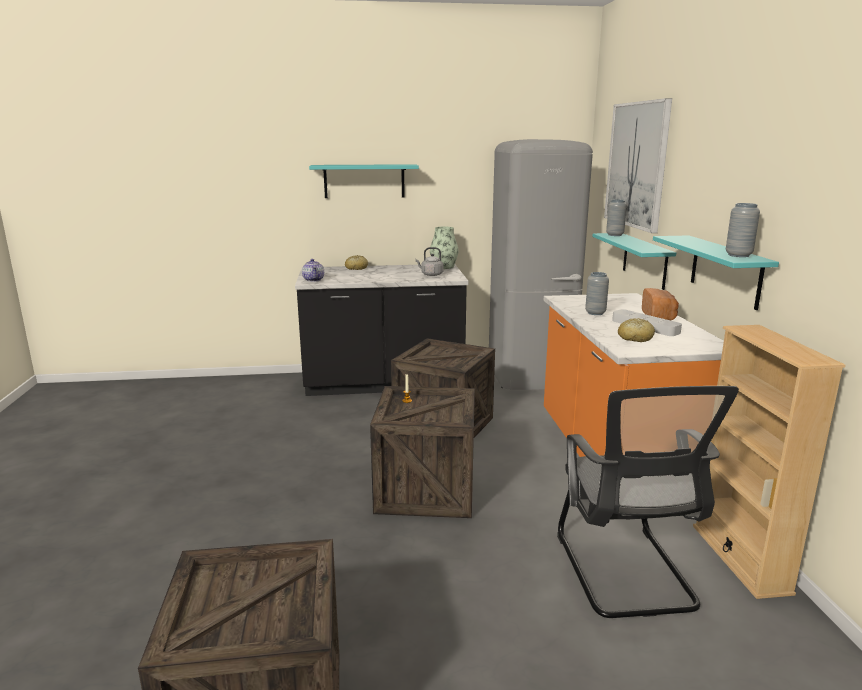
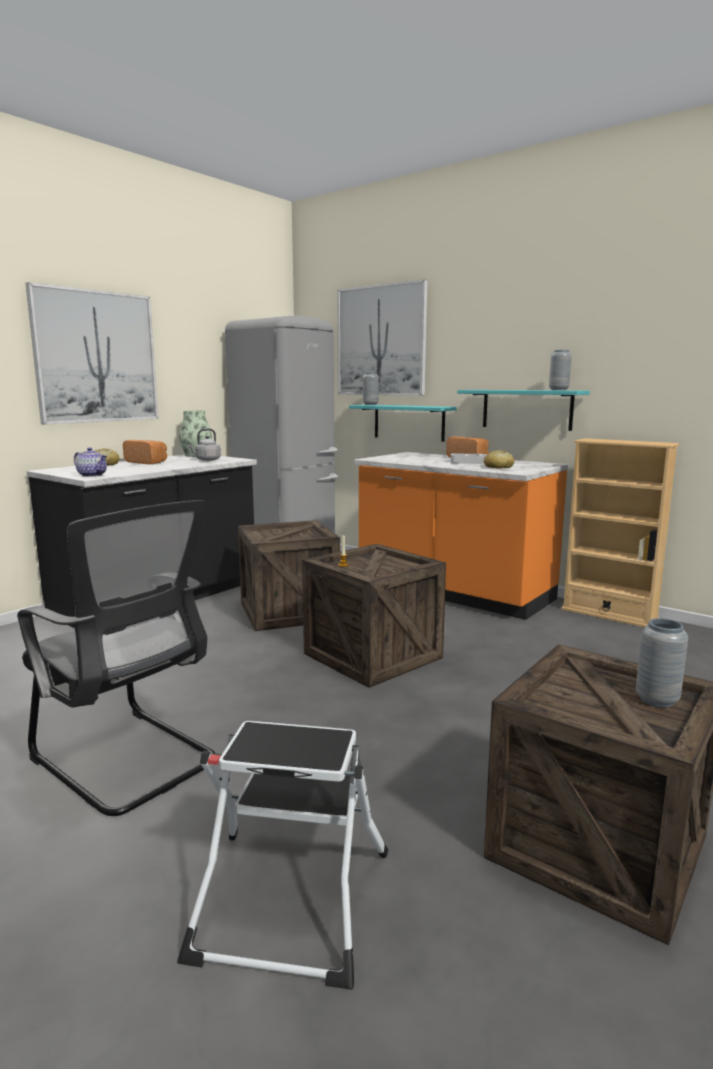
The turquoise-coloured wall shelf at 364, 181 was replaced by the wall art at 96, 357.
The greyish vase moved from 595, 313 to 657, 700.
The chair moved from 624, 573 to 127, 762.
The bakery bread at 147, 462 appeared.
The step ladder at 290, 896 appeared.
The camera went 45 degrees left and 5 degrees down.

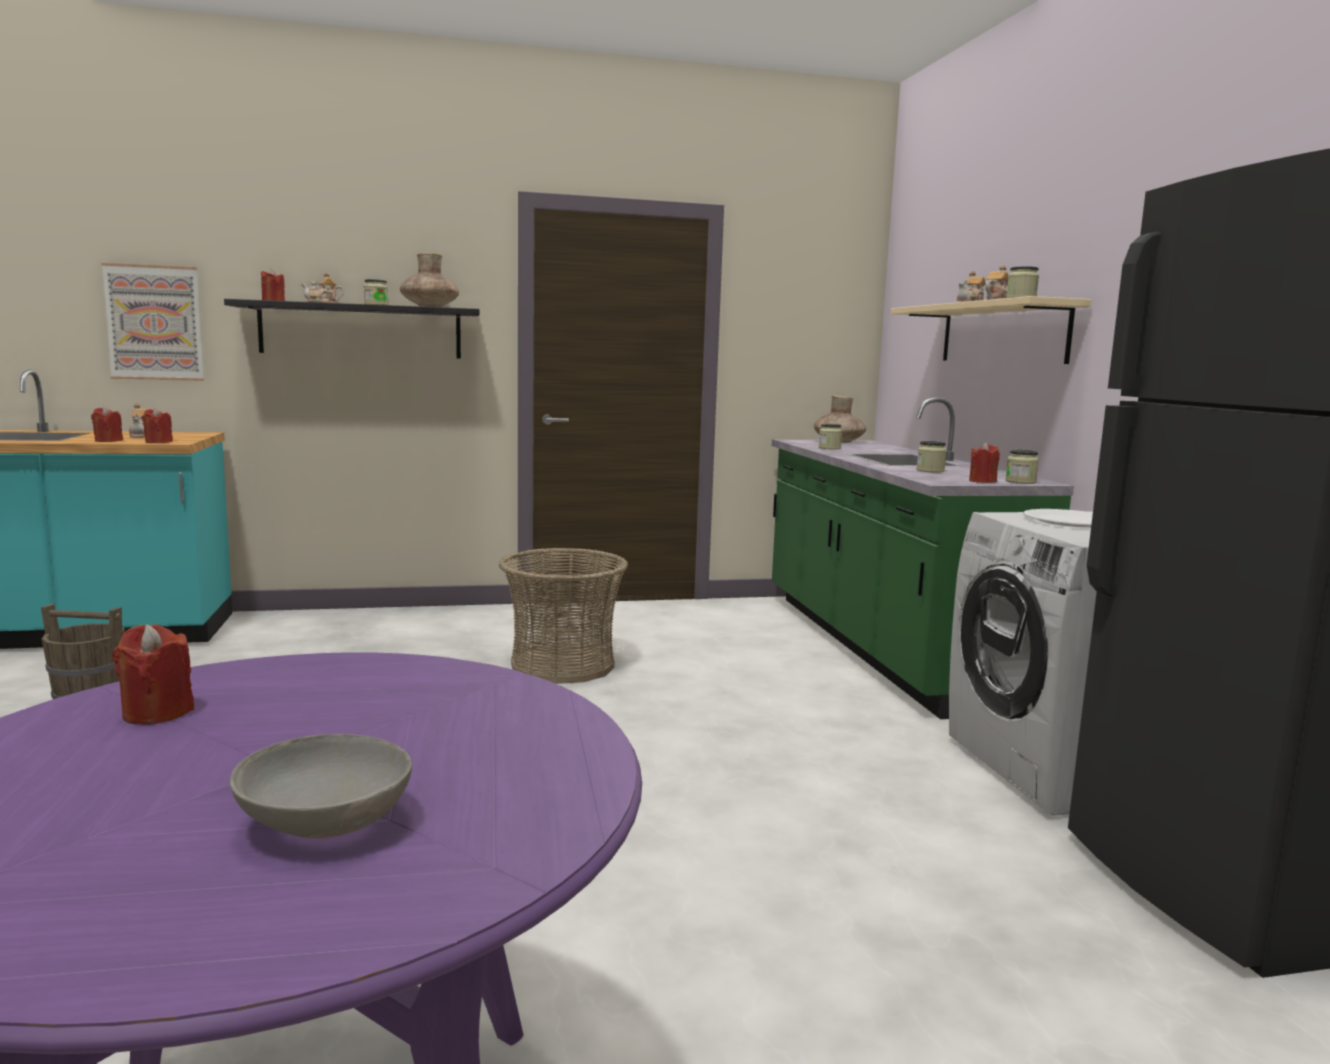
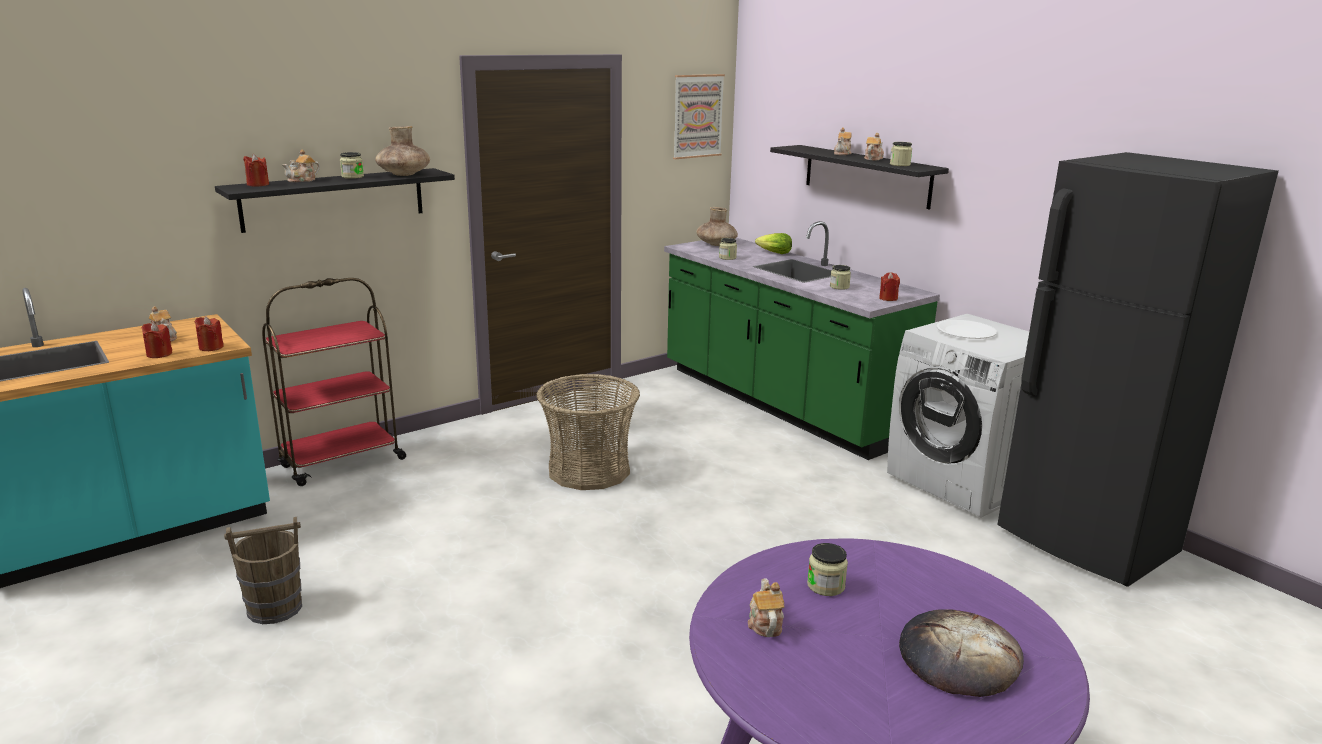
The wall art moved from 154, 323 to 697, 116.
The sand-coloured wall shelf at 1002, 333 became the black-coloured wall shelf at 866, 176.
The preserve jar moved from 1020, 482 to 826, 586.
The reddish candle at 157, 712 was replaced by the pot for tea at 765, 623.
The greyish serving bowl at 327, 822 was replaced by the bakery bread at 958, 658.
The lettuce at 774, 253 appeared.
The reddish cart at 341, 463 appeared.
The camera went 25 degrees left and 10 degrees up.

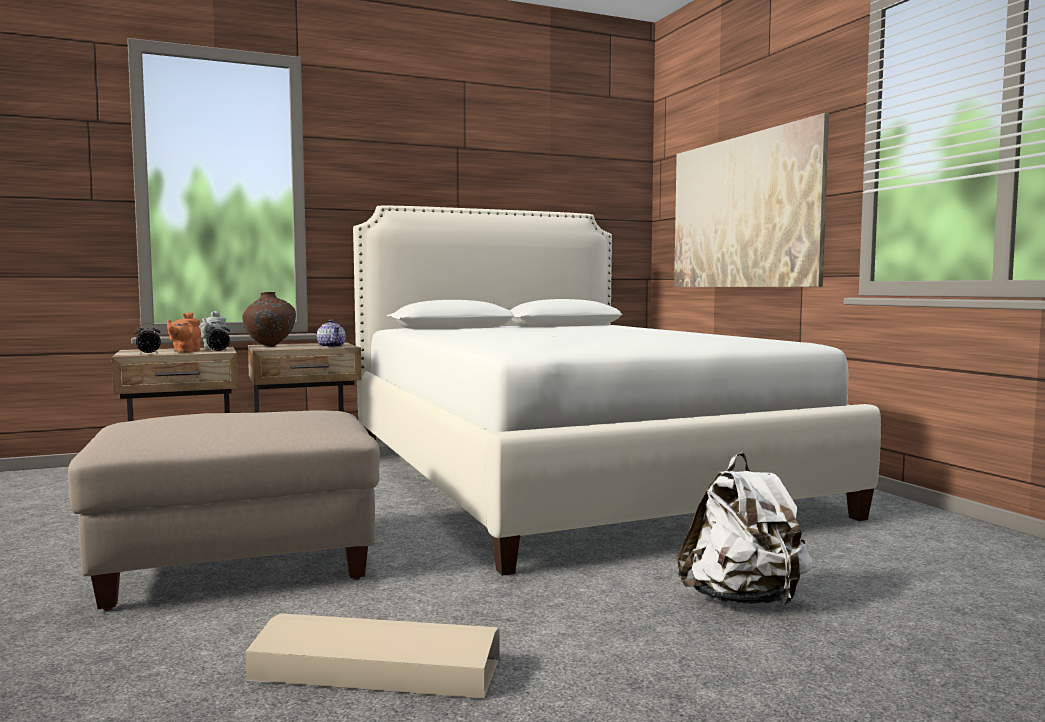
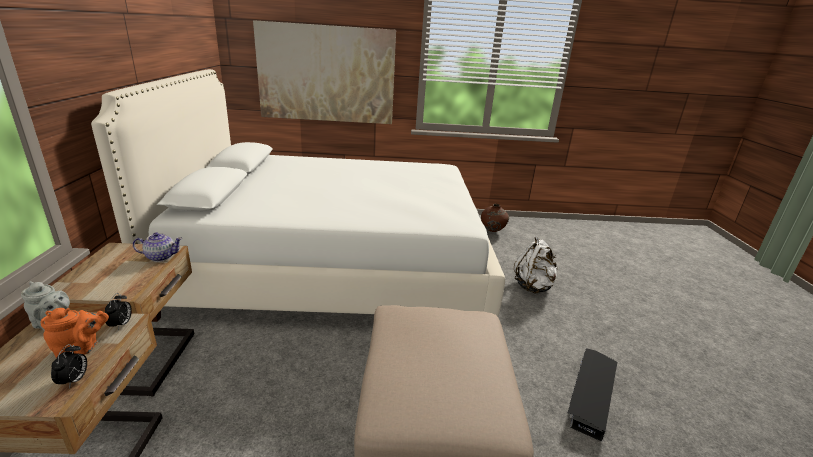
The brown vase moved from 270, 346 to 492, 231.
The orangey pot for tea at 185, 352 turned 60 degrees counterclockwise.
The sand-coloured storage container at 375, 670 became the black-coloured storage container at 590, 396.
The camera went 70 degrees left and 20 degrees up.

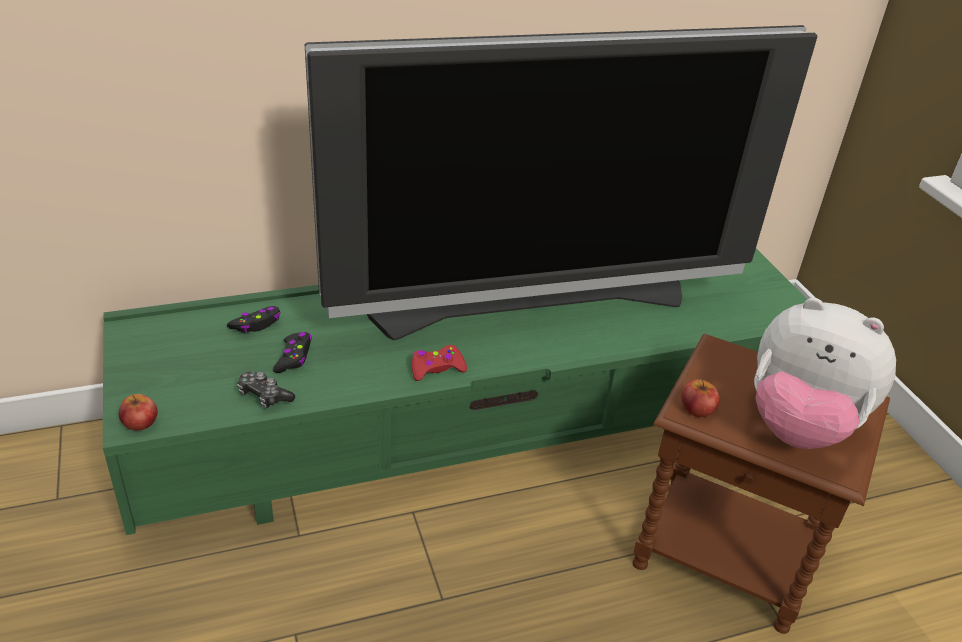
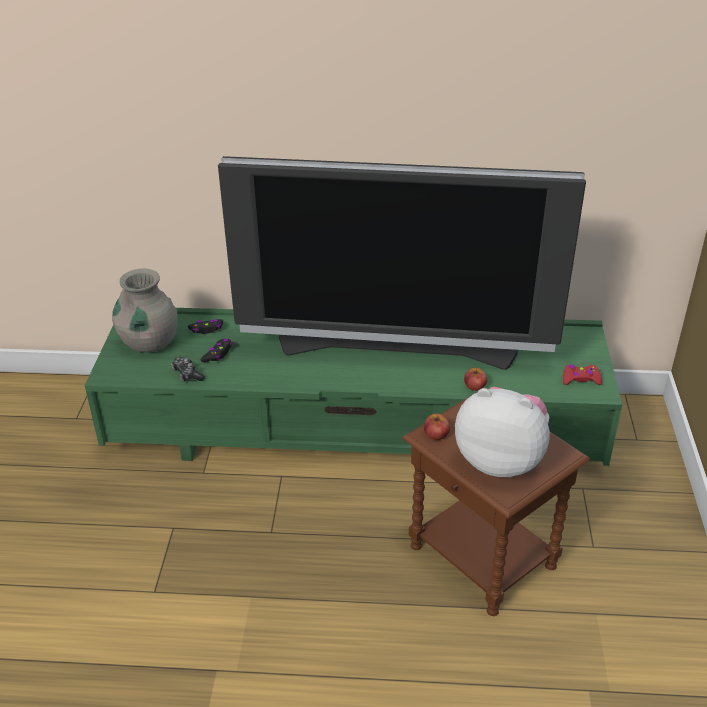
The cuddly toy at 800, 425 turned 150 degrees clockwise.
The reddish game controller moved from 436, 368 to 580, 379.
The apple moved from 140, 421 to 475, 385.
The greyish vase at 150, 343 appeared.
The camera went 25 degrees right and 0 degrees up.

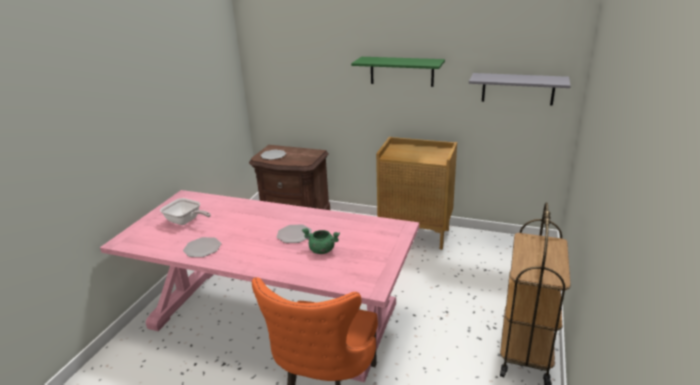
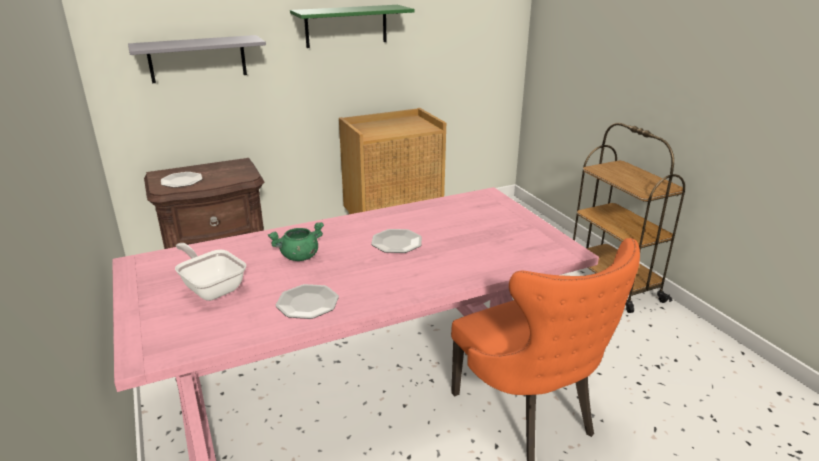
The greyish wall shelf moved from 518, 89 to 197, 59.
The frying pan at 186, 221 turned 120 degrees counterclockwise.
The greenish stockpot moved from 321, 250 to 299, 257.
The camera went 45 degrees left and 0 degrees up.

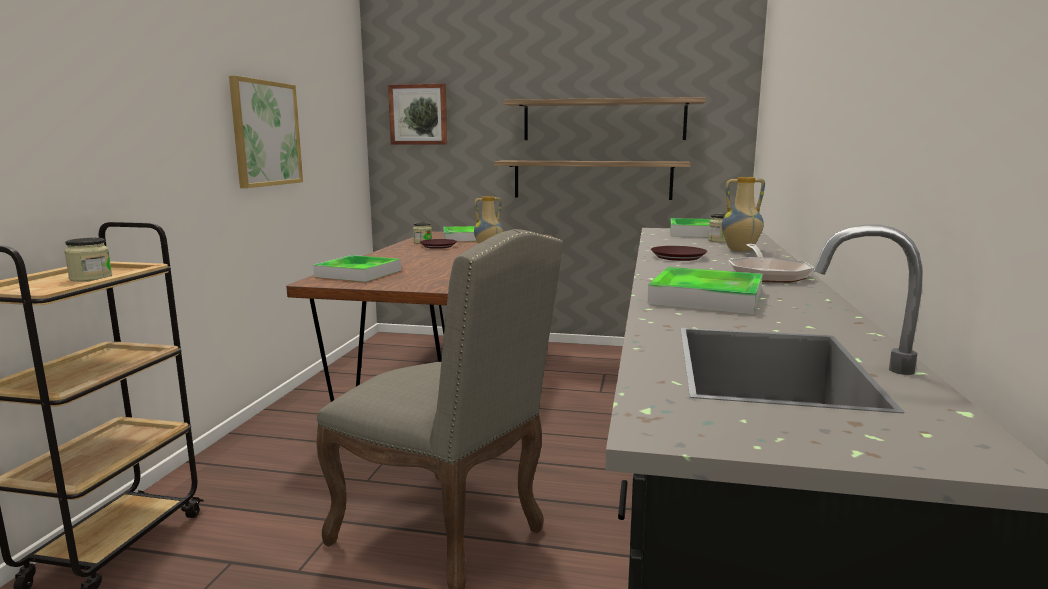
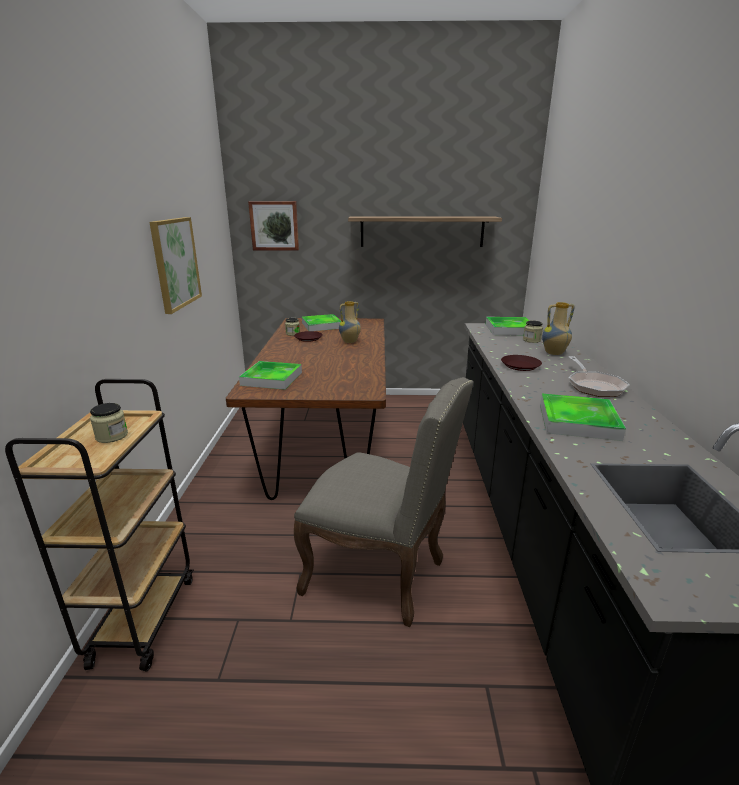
The wall shelf at 592, 179 disappeared.
The camera went 10 degrees left and 10 degrees up.

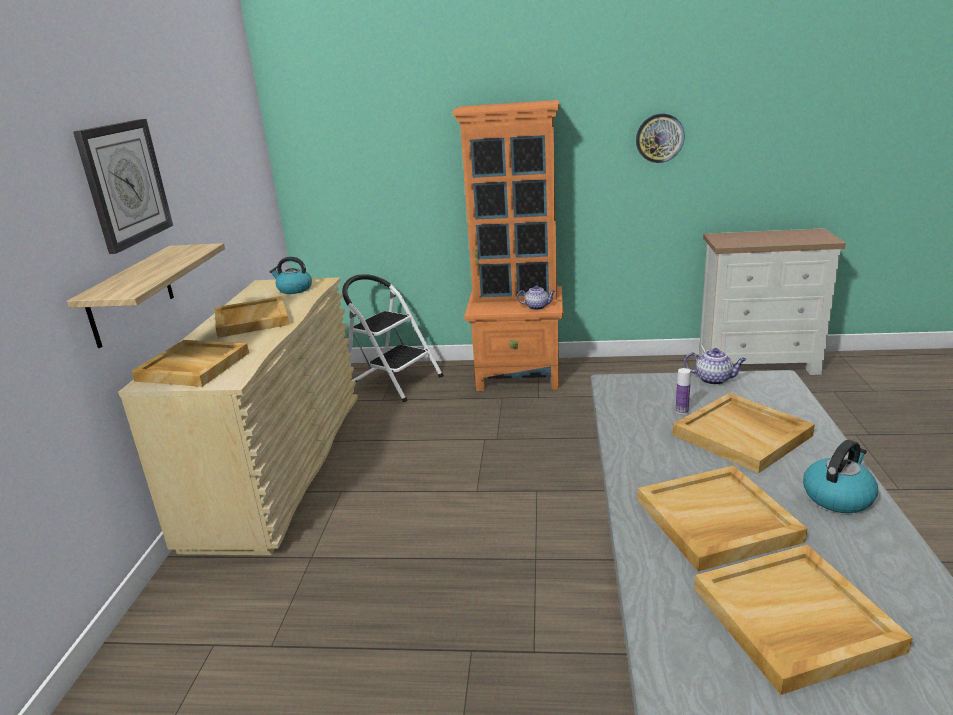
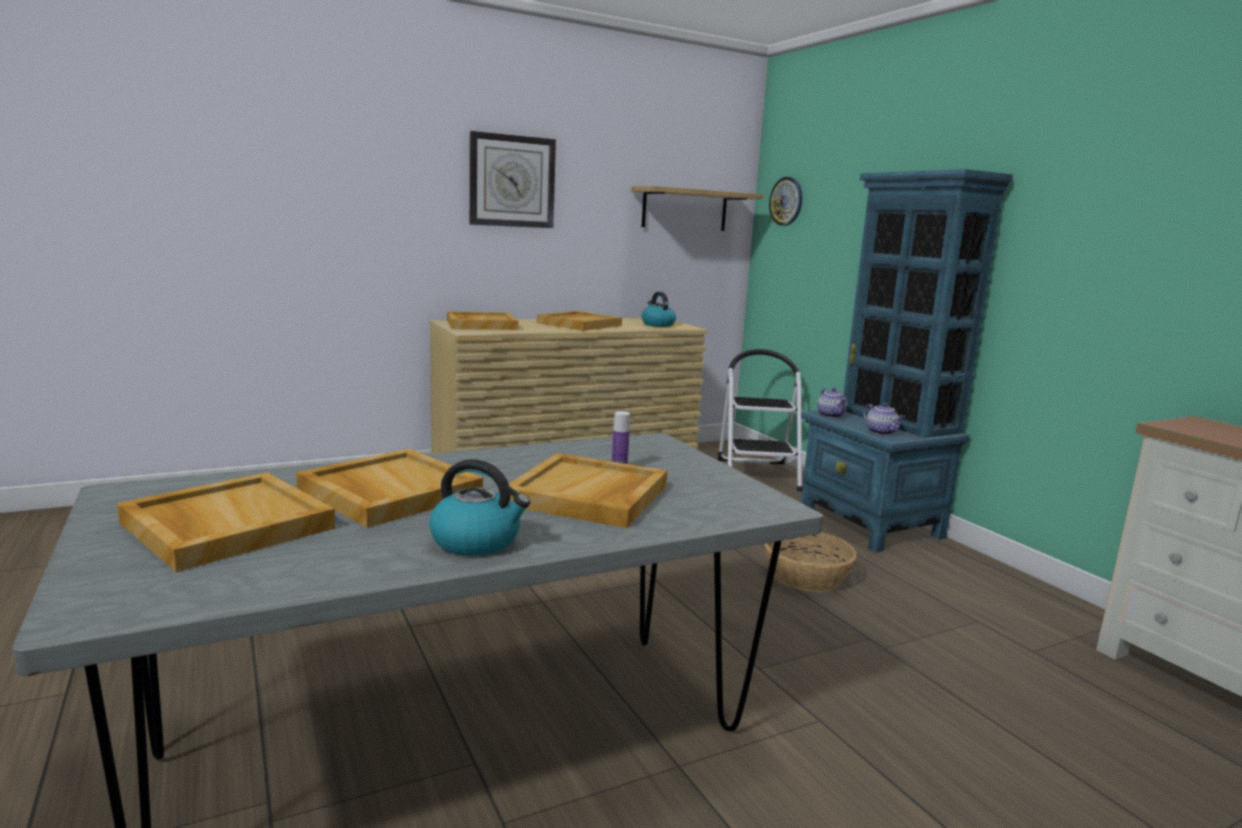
The orangey storage cabinet at 519, 375 became the blue-coloured storage cabinet at 869, 525.
The wall clock moved from 659, 138 to 786, 201.
The wall shelf moved from 131, 295 to 685, 209.
The pot for tea moved from 714, 379 to 831, 415.
The basket at 807, 577 appeared.
The camera went 55 degrees right and 10 degrees down.

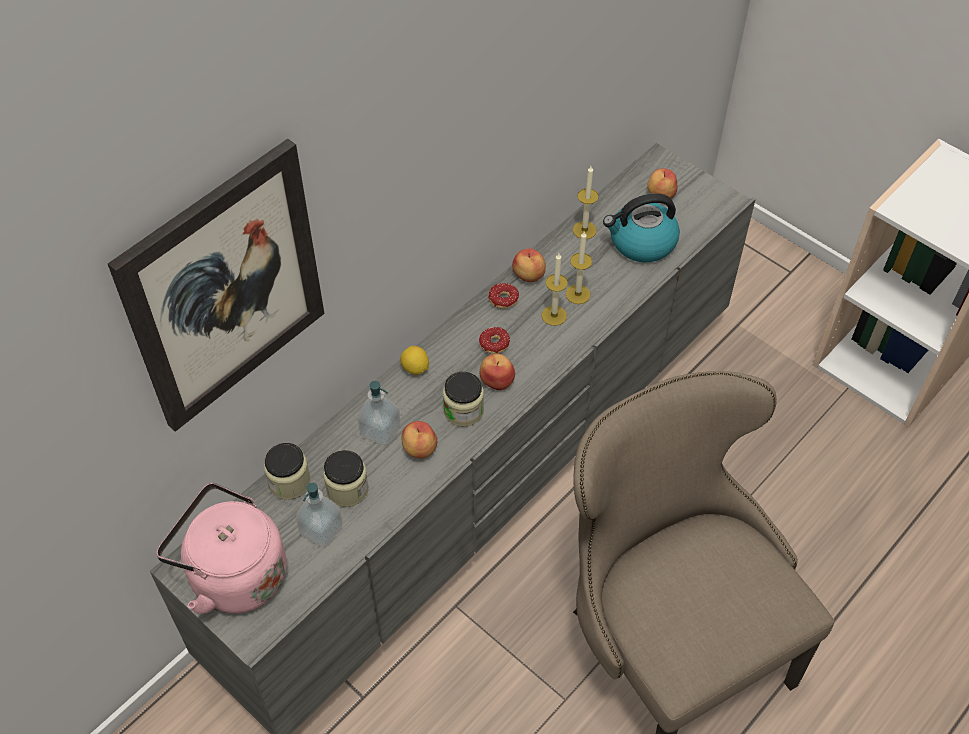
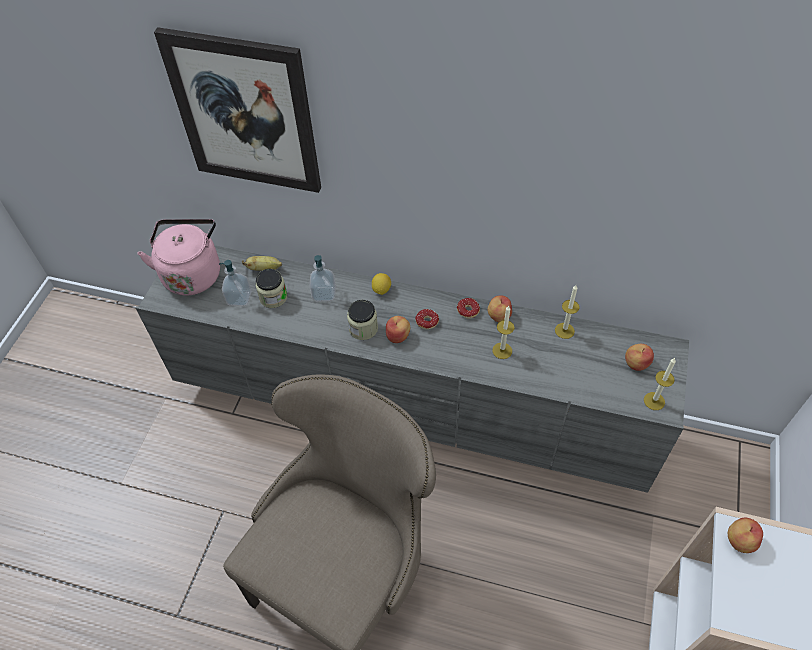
The kettle at 641, 242 disappeared.
The candle moved from 554, 315 to 654, 401.
The apple moved from 419, 449 to 739, 540.
The preserve jar at 289, 482 was replaced by the banana at 264, 269.
The camera went 65 degrees right and 0 degrees up.

